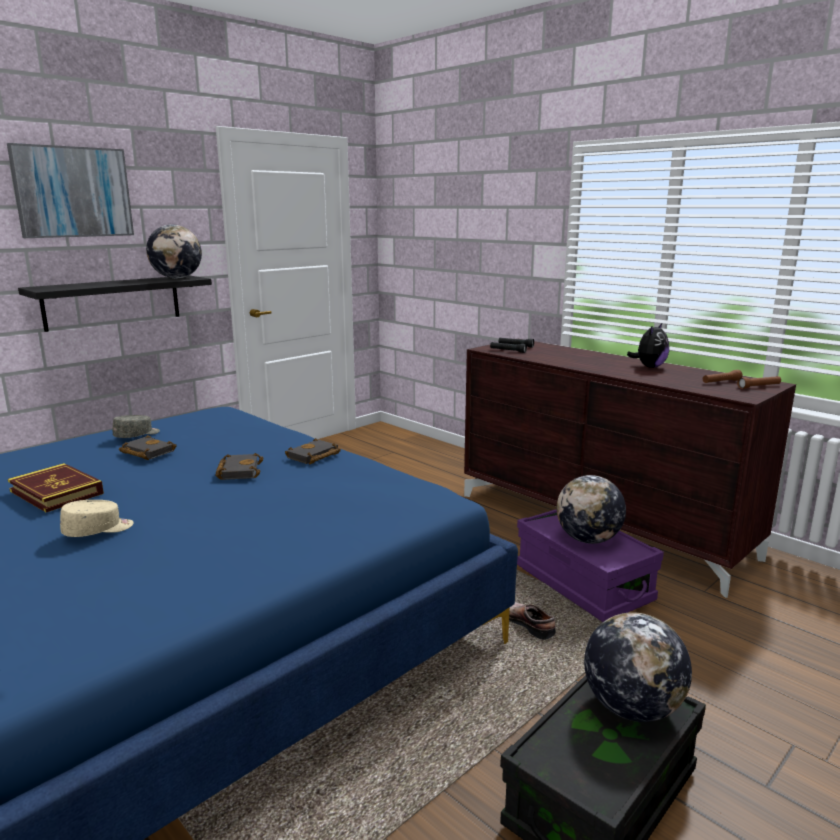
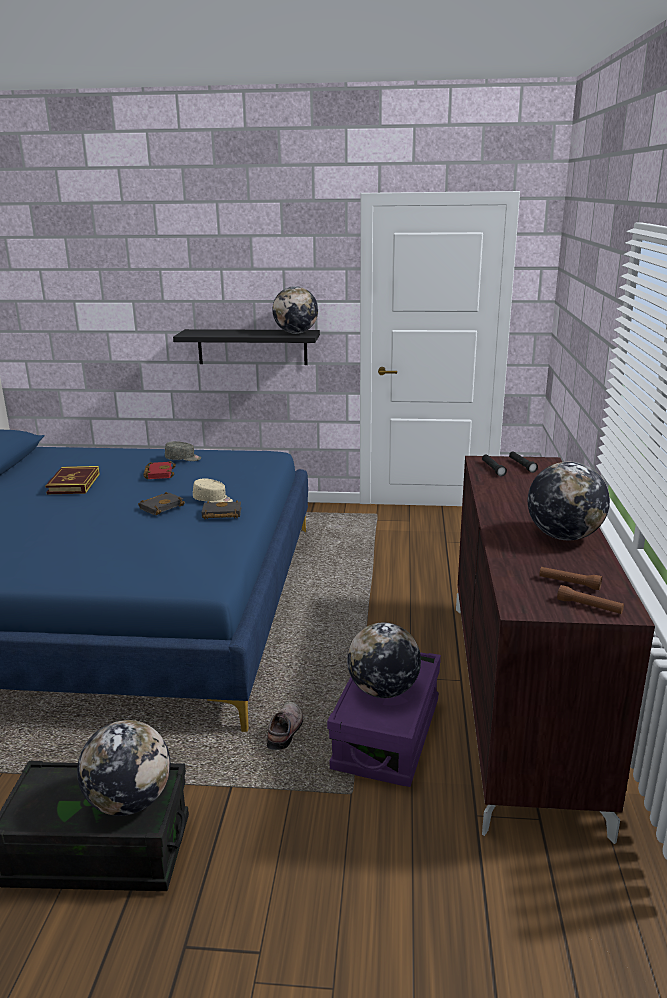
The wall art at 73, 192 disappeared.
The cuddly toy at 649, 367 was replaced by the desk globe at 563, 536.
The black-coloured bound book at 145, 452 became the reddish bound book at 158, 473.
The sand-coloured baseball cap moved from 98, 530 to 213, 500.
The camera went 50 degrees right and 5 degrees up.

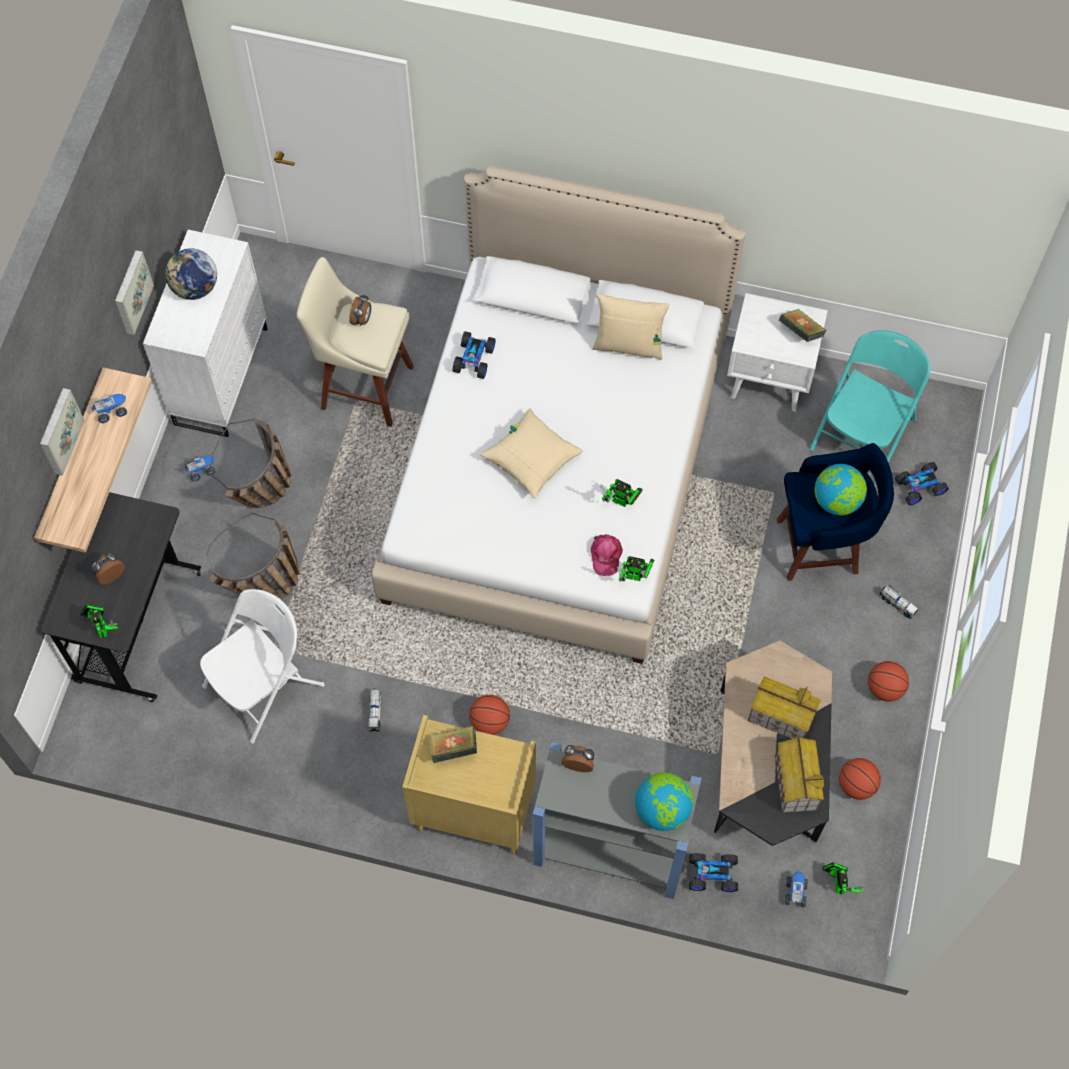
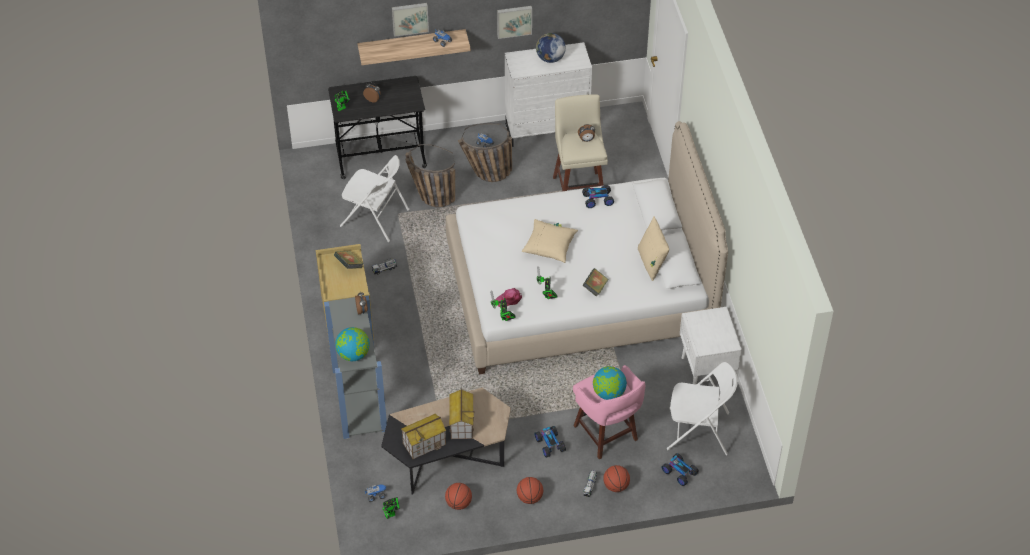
The bound book moved from 800, 332 to 595, 288.
The turquoise-coloured chair at 863, 435 became the white-coloured chair at 698, 431.
The blue-coloured stool at 821, 546 became the pinkish stool at 606, 435.
The basketball moved from 490, 721 to 616, 486.
The miniature car moved from 712, 875 to 549, 444.
The camera went 65 degrees right and 15 degrees down.

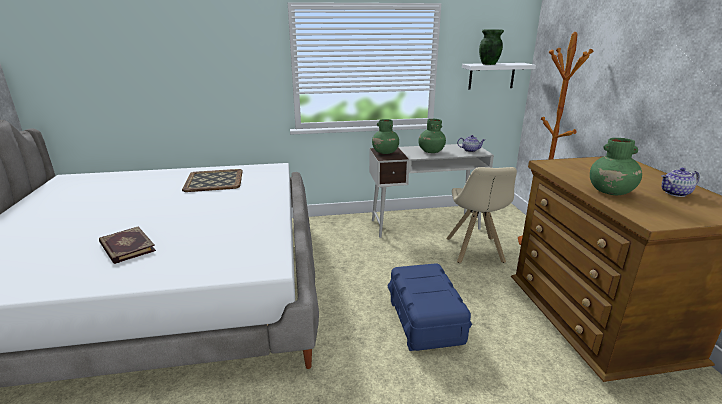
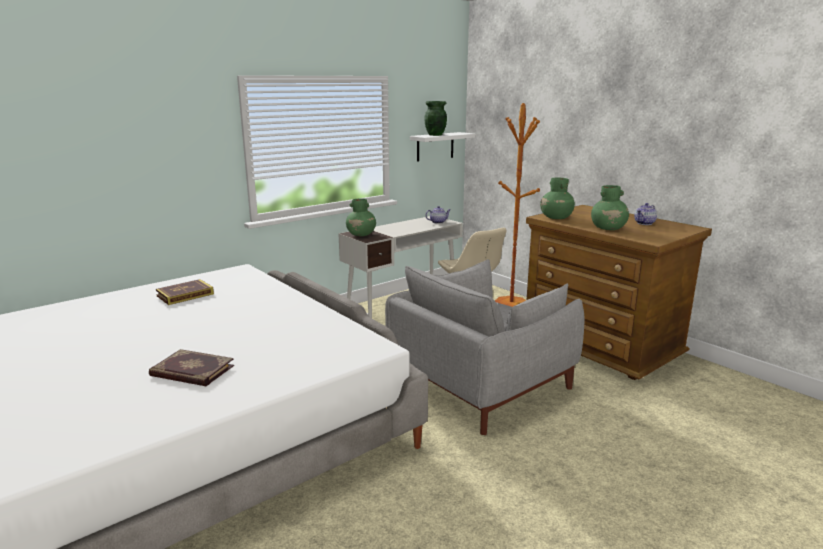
The greenish vase moved from 431, 151 to 556, 218.
The carrying tray at 213, 180 was replaced by the bound book at 185, 295.
The blue-coloured storage container at 425, 321 was replaced by the greyish armchair at 480, 383.
The camera went 30 degrees left and 5 degrees down.

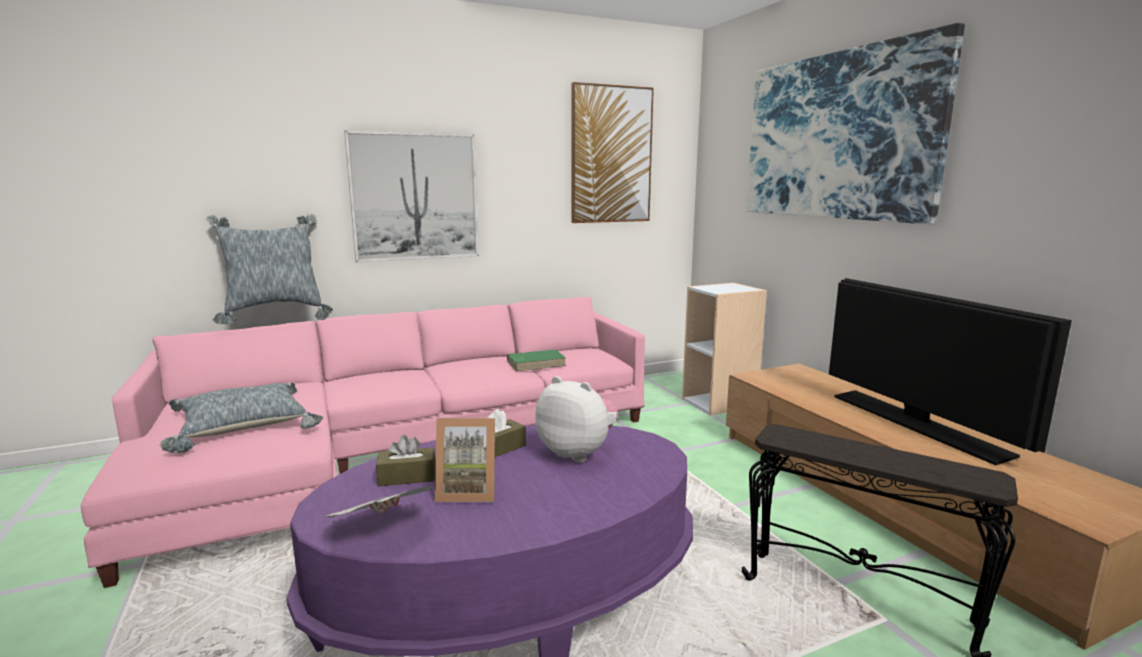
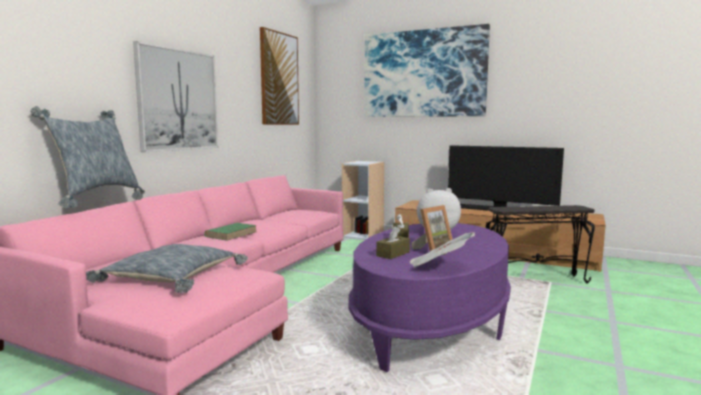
The greenish bound book moved from 536, 363 to 231, 234.
The camera went 40 degrees left and 5 degrees down.

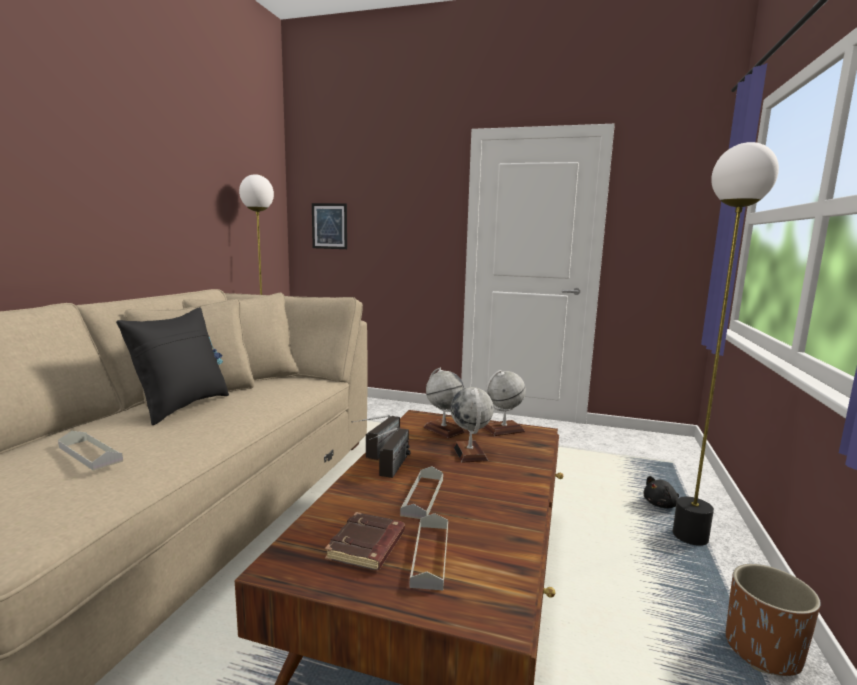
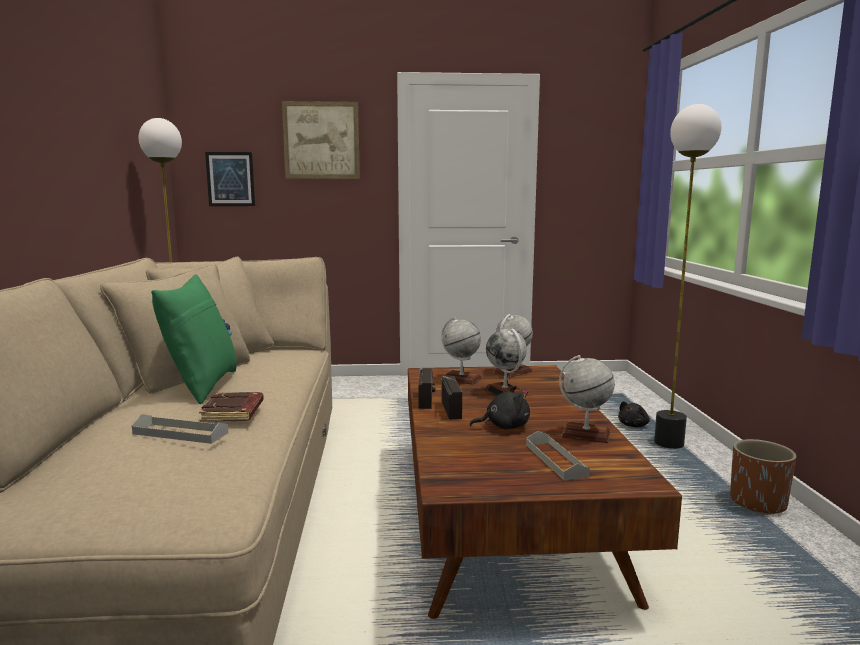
The black-coloured throw pillow at 182, 407 became the greenish throw pillow at 202, 387.
The greyish carrying tray at 423, 496 was replaced by the black-coloured cuddly toy at 504, 426.
The brown bound book moved from 367, 547 to 234, 412.
The wall art at 321, 140 appeared.
The desk globe at 585, 434 appeared.
The camera went 20 degrees left and 0 degrees up.

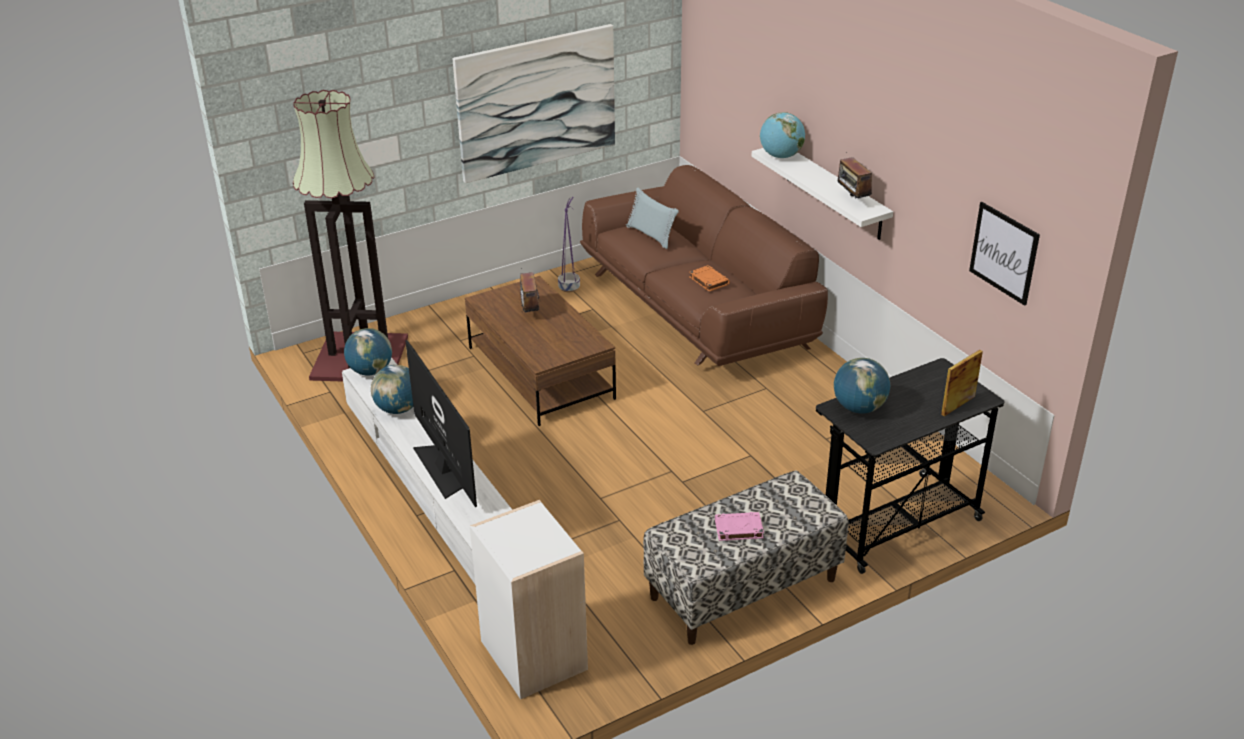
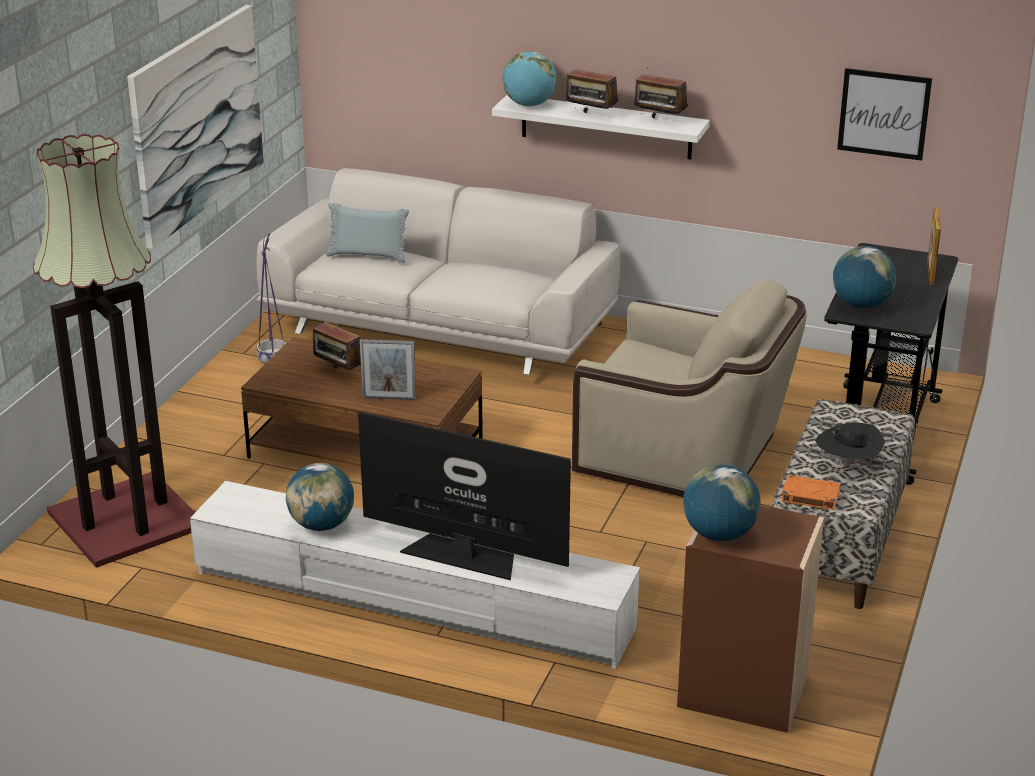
The brown settee at 698, 309 became the white-coloured settee at 442, 329.
The orangey bound book moved from 708, 280 to 809, 496.
The desk globe moved from 370, 371 to 719, 534.
The white-coloured bookcase at 532, 654 became the brown bookcase at 741, 691.
The pinkish bound book at 738, 529 was replaced by the black-coloured clothing hat at 847, 465.
The radio set at 591, 116 appeared.
The sand-coloured armchair at 687, 454 appeared.
The picture frame at 389, 398 appeared.
The camera went 40 degrees left and 5 degrees down.

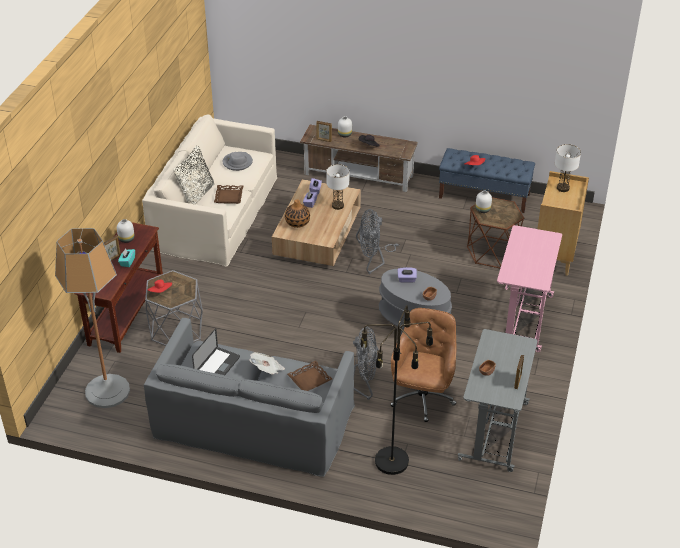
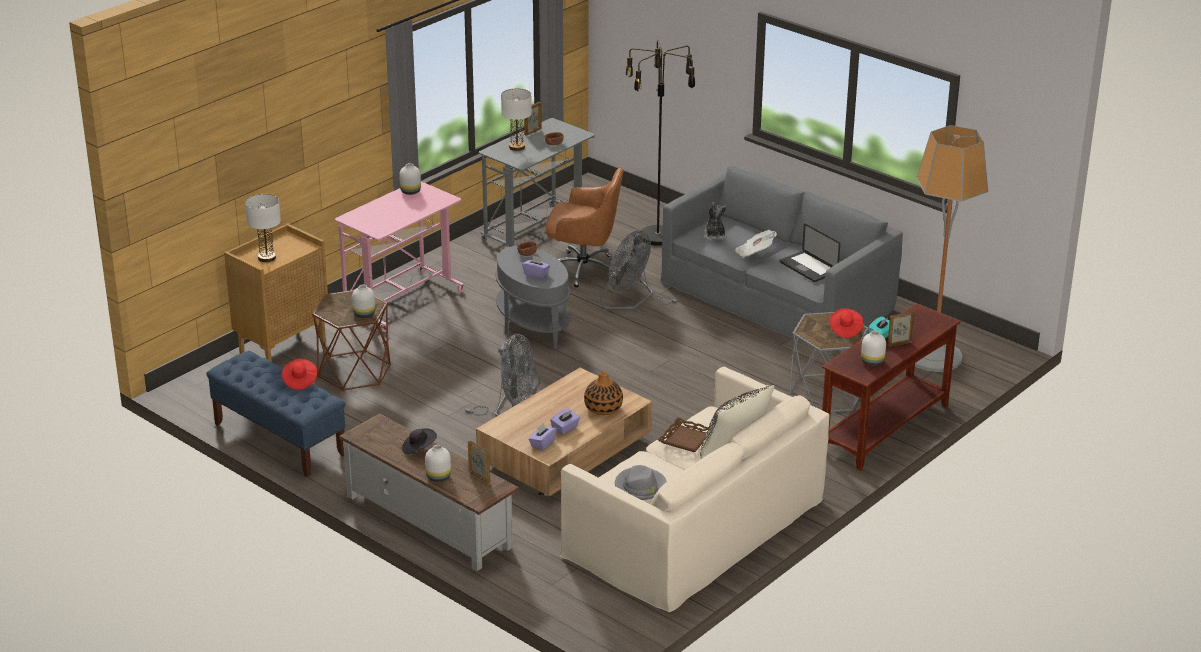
The table lamp moved from 337, 206 to 517, 147.
The brown desk chair at 422, 398 turned 120 degrees counterclockwise.
The portable computer at 217, 366 turned 90 degrees counterclockwise.
The brown carrying tray at 309, 379 was replaced by the cuddly toy at 714, 236.
The white-coloured vase at 411, 192 appeared.
The camera went 155 degrees left and 10 degrees down.

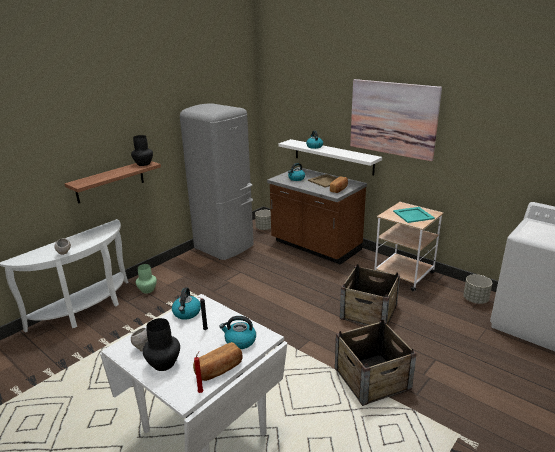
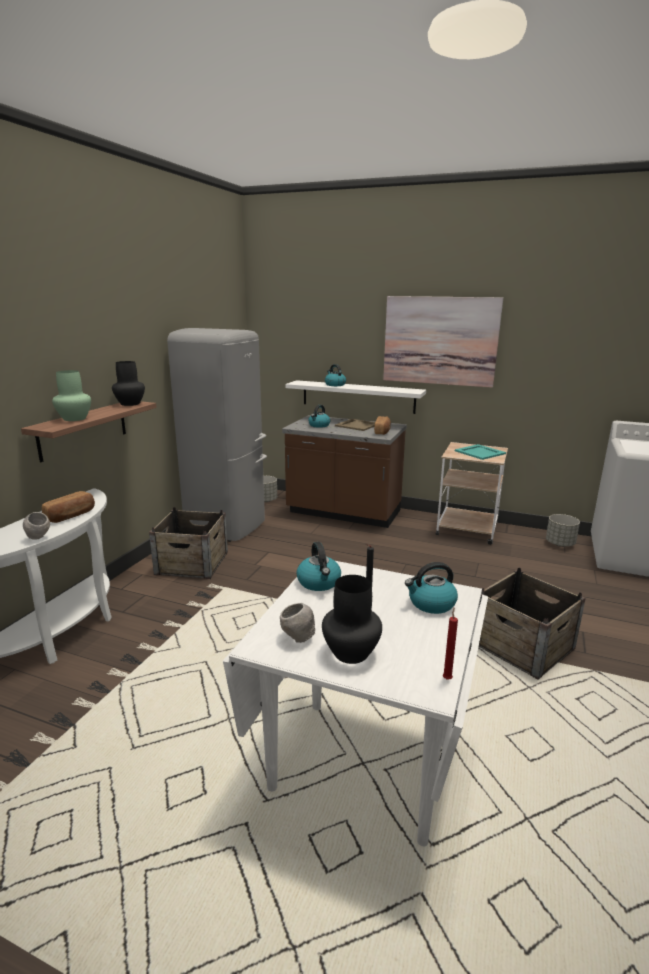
The greenish vase moved from 148, 290 to 75, 418.
The packing crate moved from 368, 311 to 192, 562.
The bakery bread moved from 219, 370 to 71, 515.
The camera went 20 degrees left and 5 degrees down.

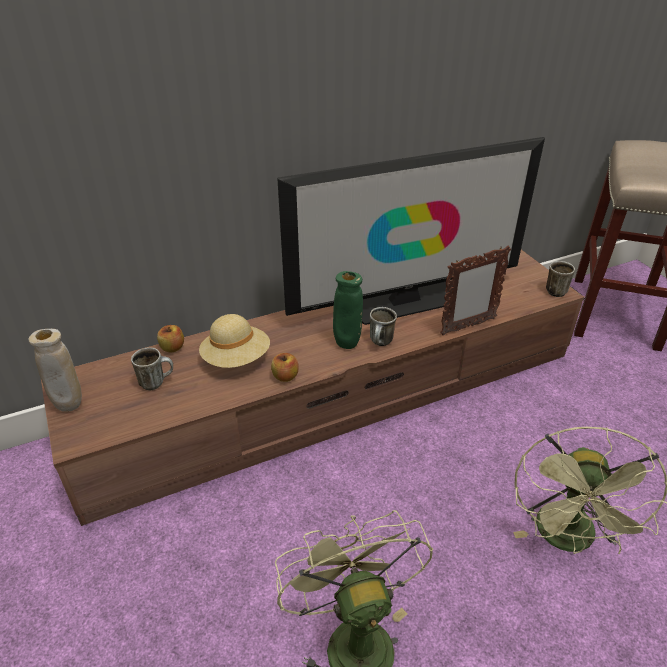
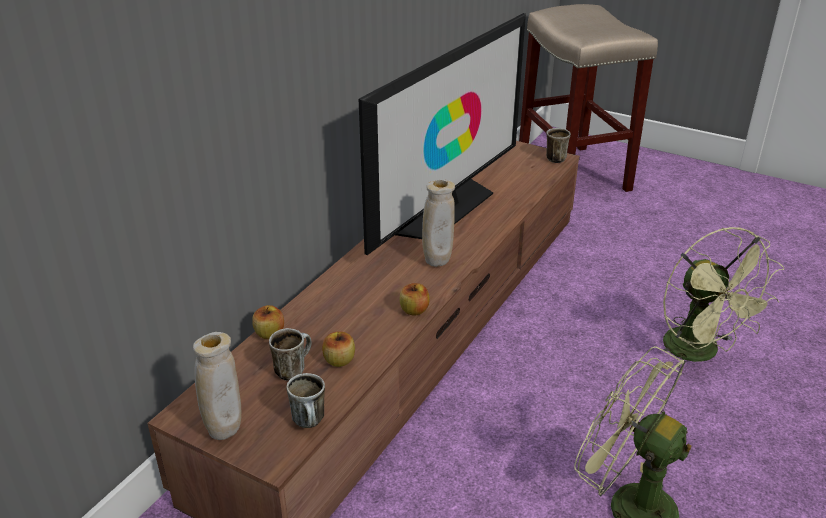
The picture frame at 467, 326 disappeared.
The greenish vase at 347, 344 became the sand-coloured vase at 437, 262.
The tea mug moved from 381, 343 to 311, 423.
The sand-coloured clothing hat at 236, 359 disappeared.
The apple at 339, 360 appeared.
The camera went 35 degrees left and 5 degrees down.

